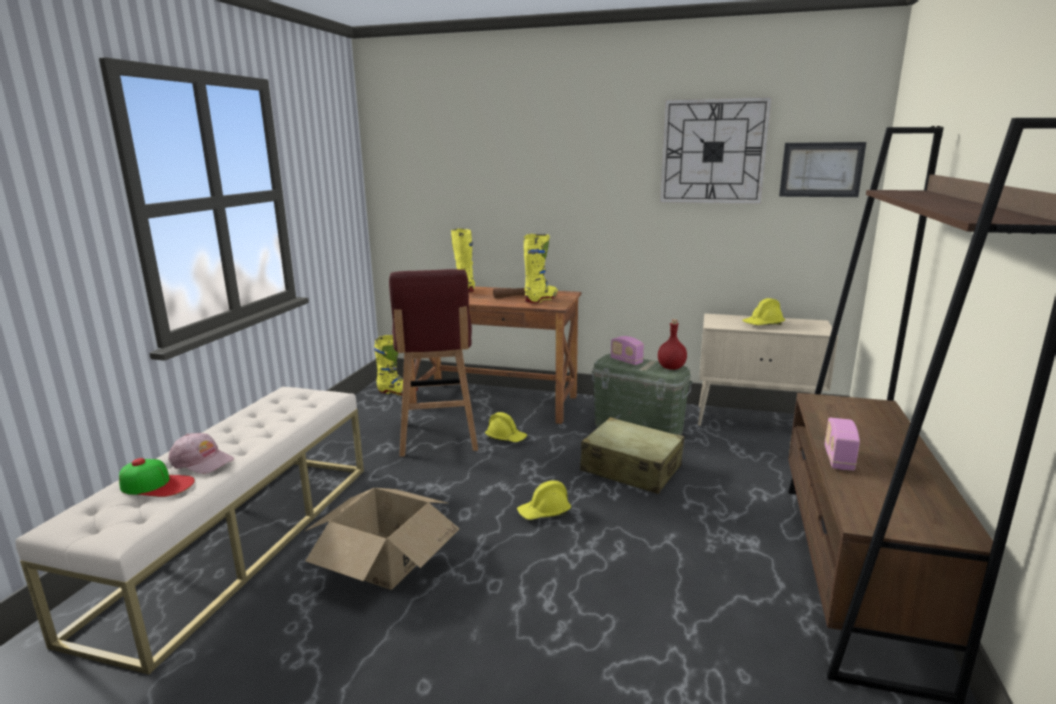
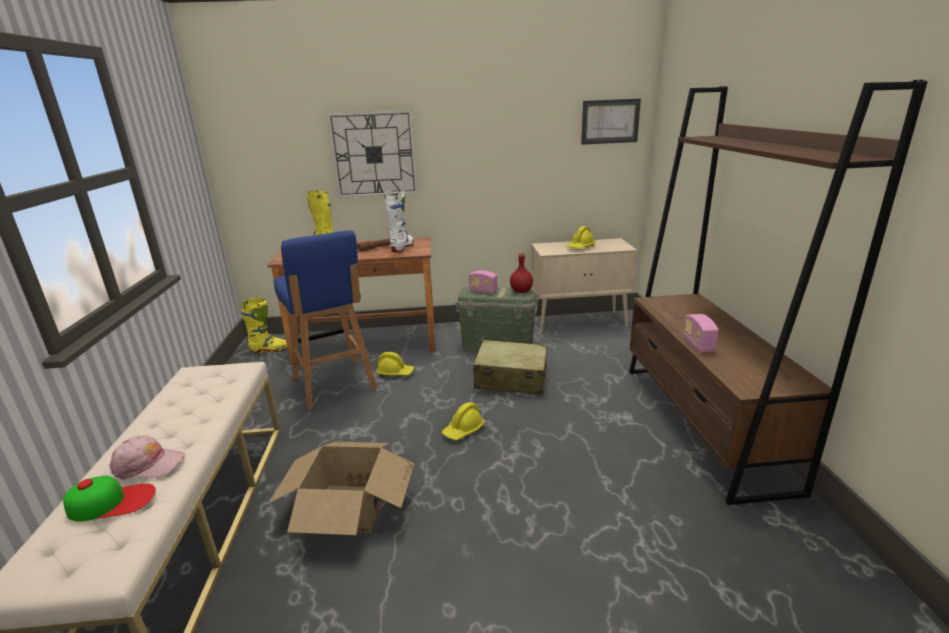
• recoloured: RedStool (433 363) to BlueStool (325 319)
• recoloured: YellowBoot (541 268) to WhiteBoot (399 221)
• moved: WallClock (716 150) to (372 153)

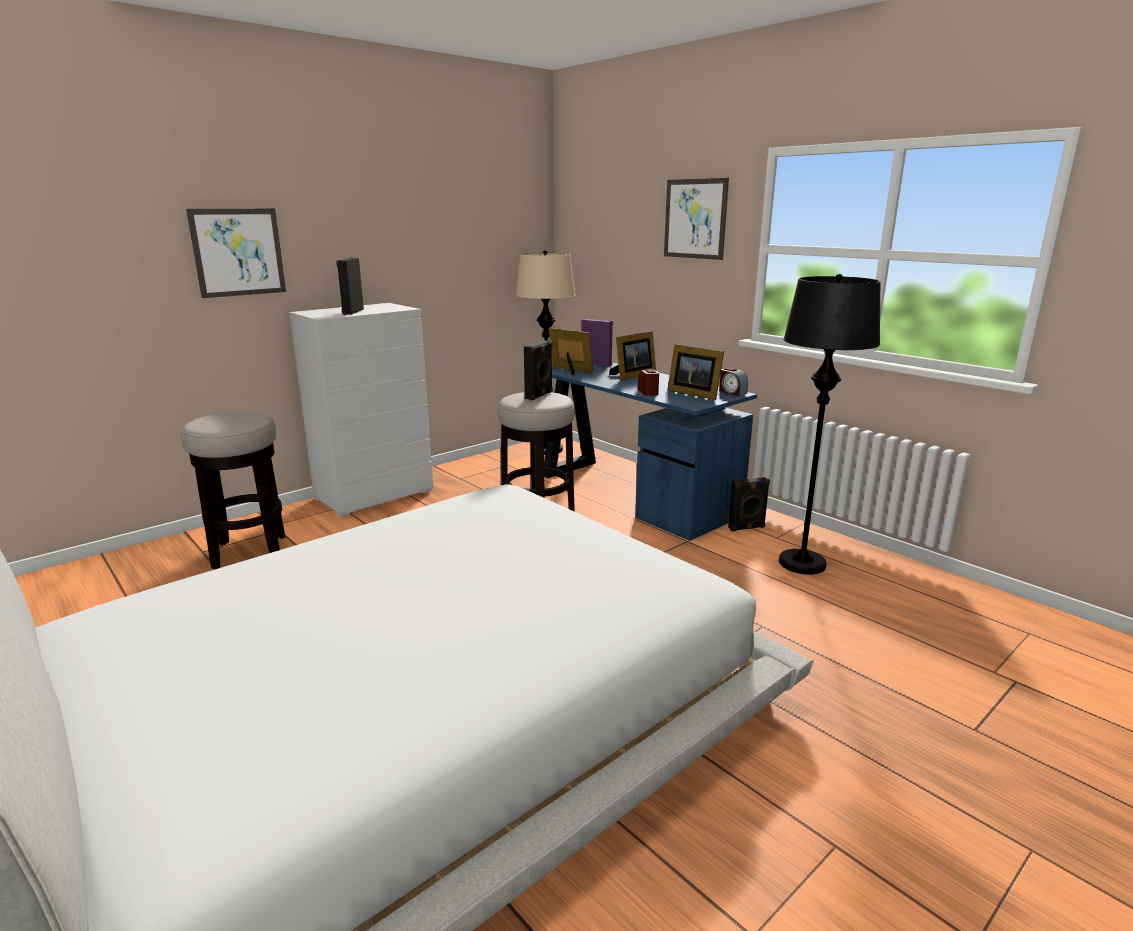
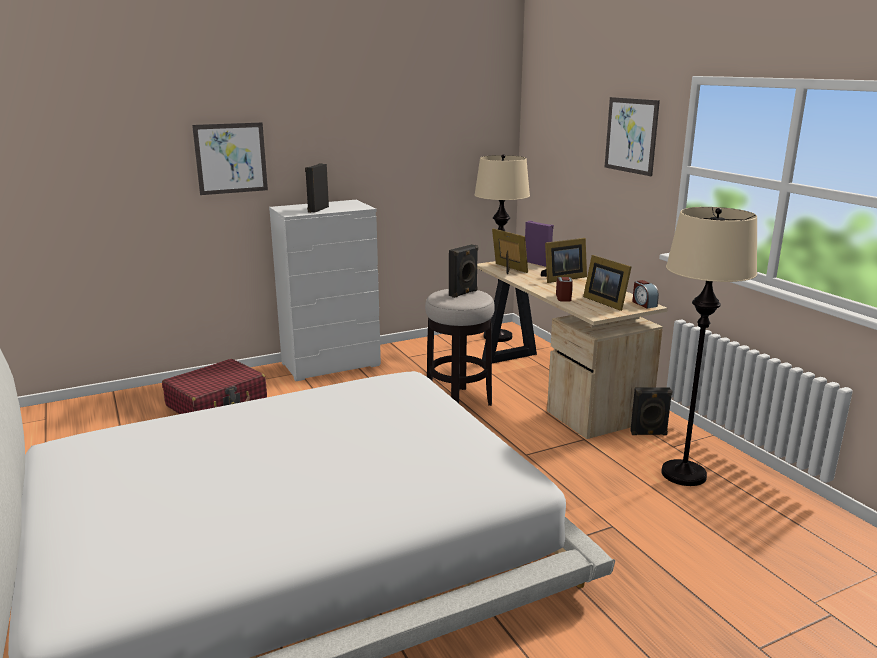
• replaced: Stool (233 491) to RedSuitcase (214 386)
• recoloured: BlueDesk (650 451) to BeigeDesk (572 350)
• recoloured: BlackFloorLamp (829 424) to BeigeFloorLamp (709 346)

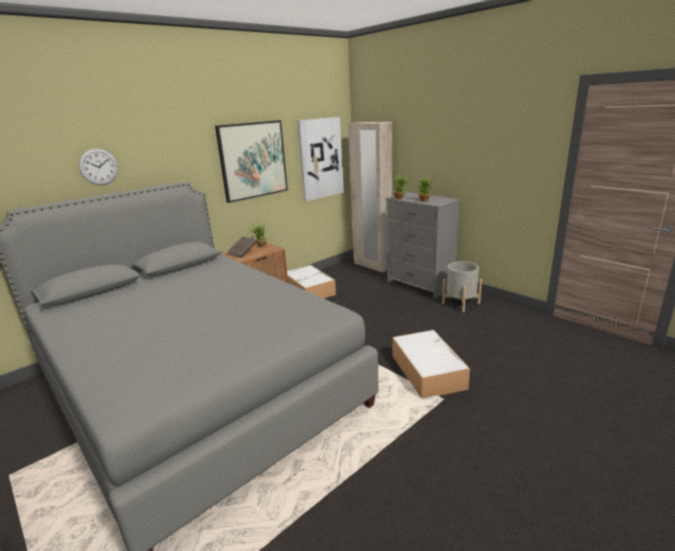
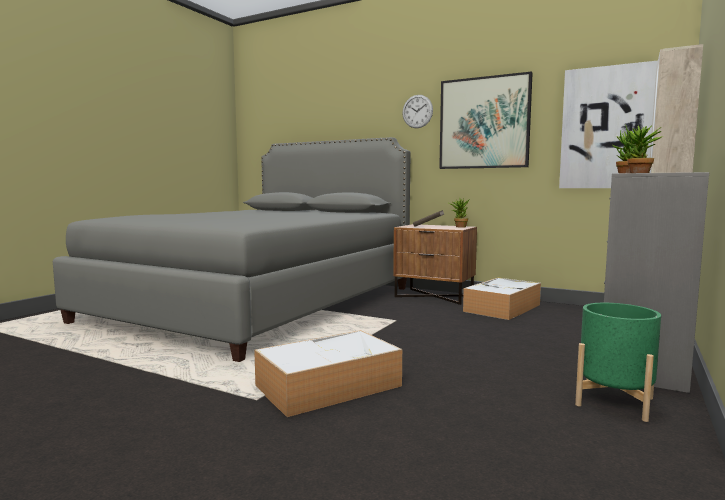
• moved: WallClock (98 167) to (417 111)
• recoloured: GreyPlanter (462 286) to GreenPlanter (618 362)

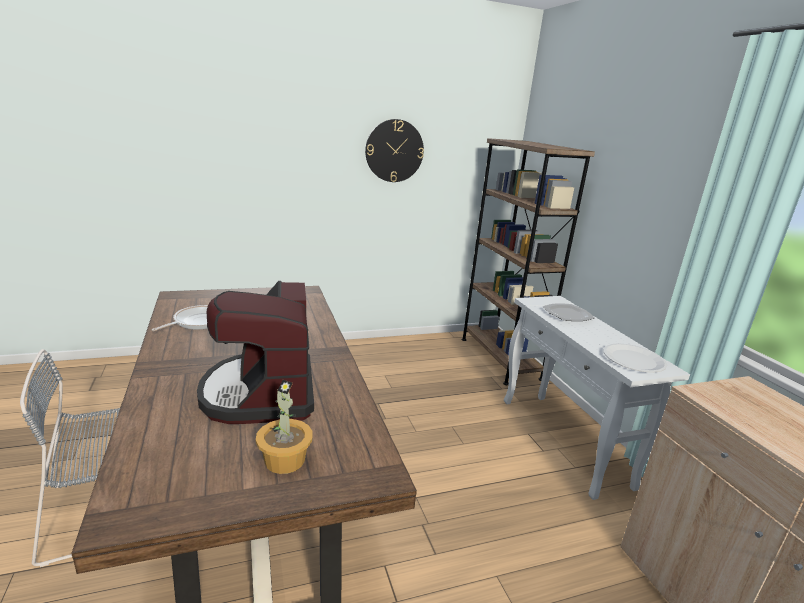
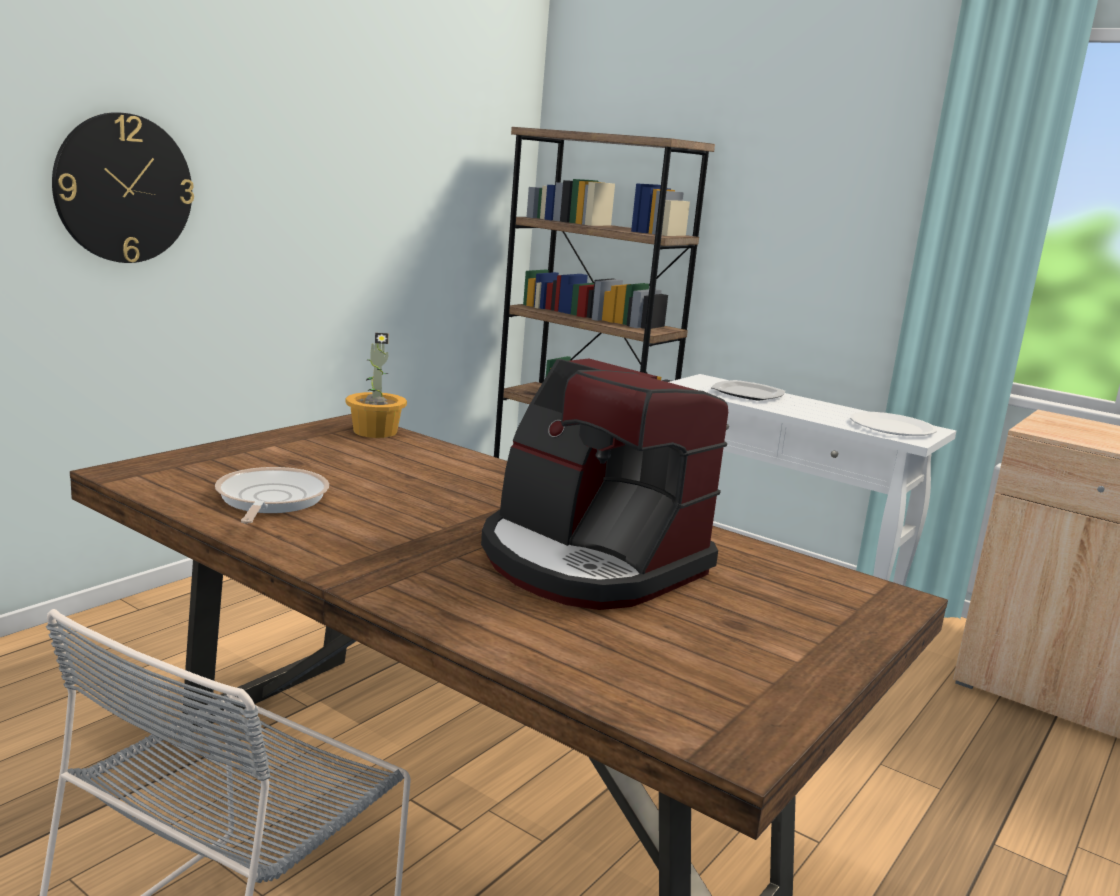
• moved: PottedPlant (284 427) to (376 385)
• moved: WallClock (394 150) to (123 187)

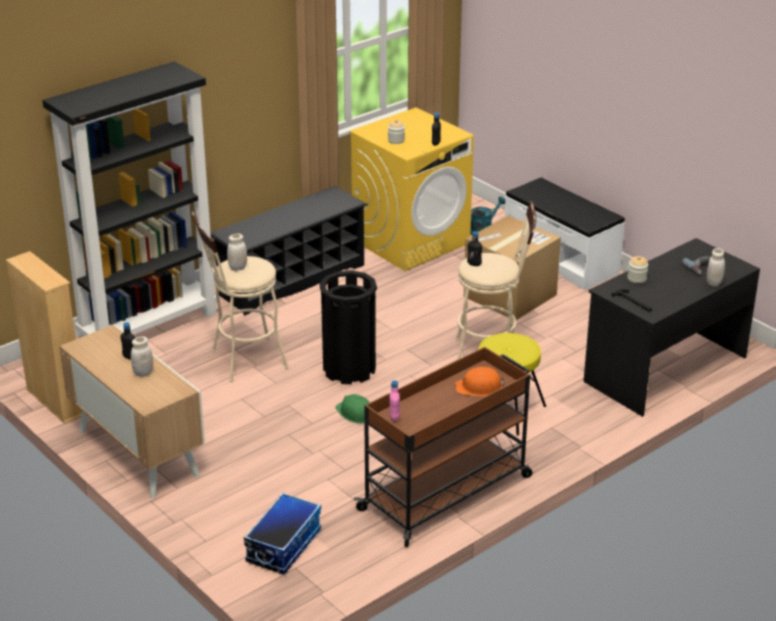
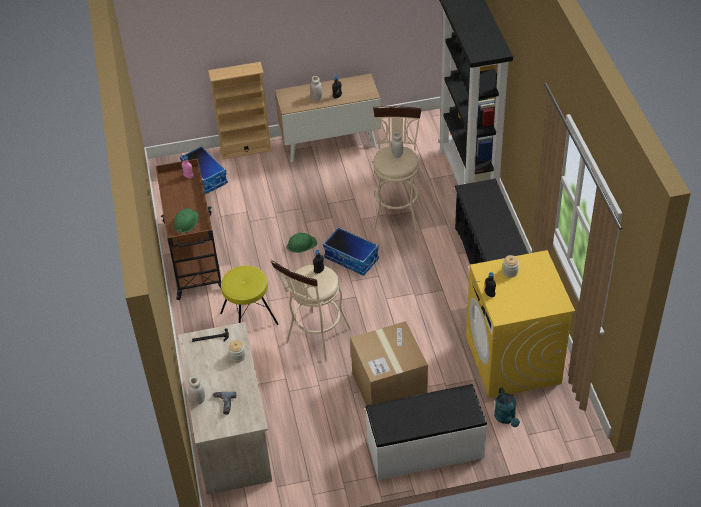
• moved: BeigeBookcase (44 337) to (240 111)
• replaced: BlackTrashCan (348 327) to StorageBox (351 251)
• recoloured: OrangeHardHat (480 381) to GreenHardHat (186 220)
• recoloured: BlackDesk (671 327) to BeigeDesk (225 408)

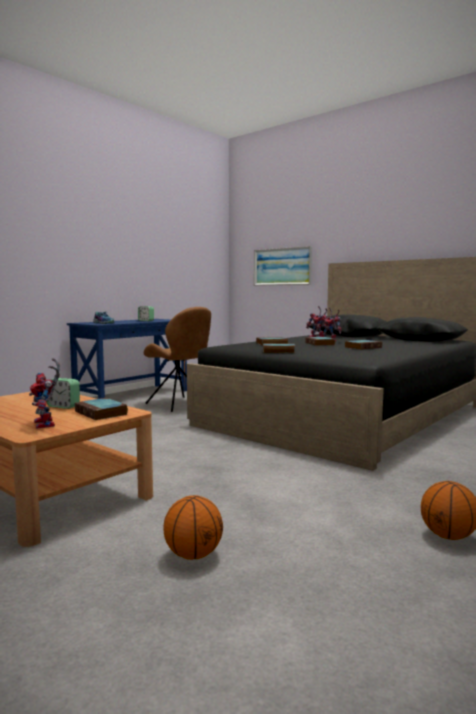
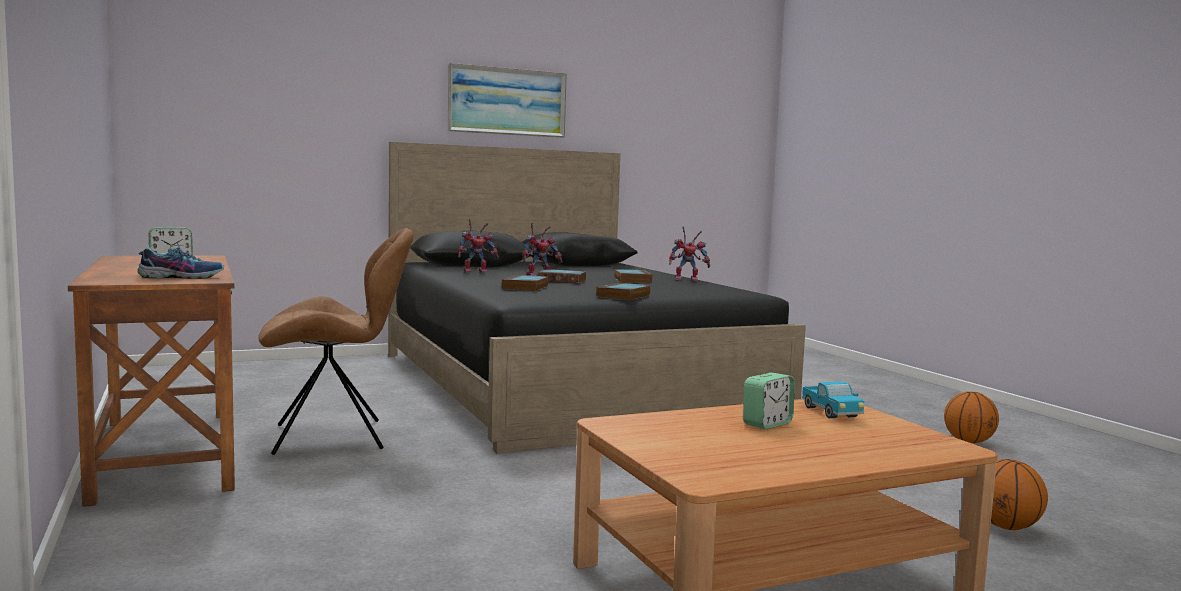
• moved: ToyRobot (44 393) to (689 253)
• recoloured: BlueDesk (127 359) to BrownDesk (151 381)
• replaced: Book (101 409) to ToyTruck (833 399)
• moved: Picture (283 266) to (507 100)

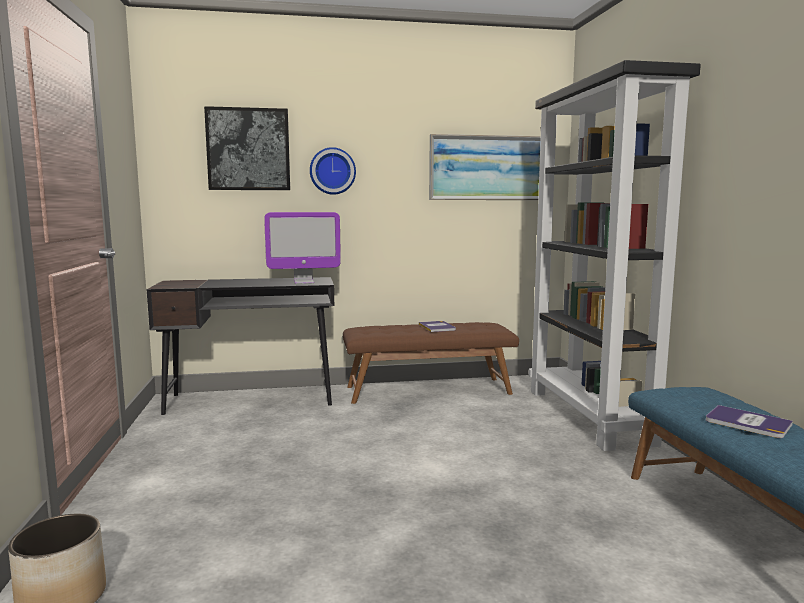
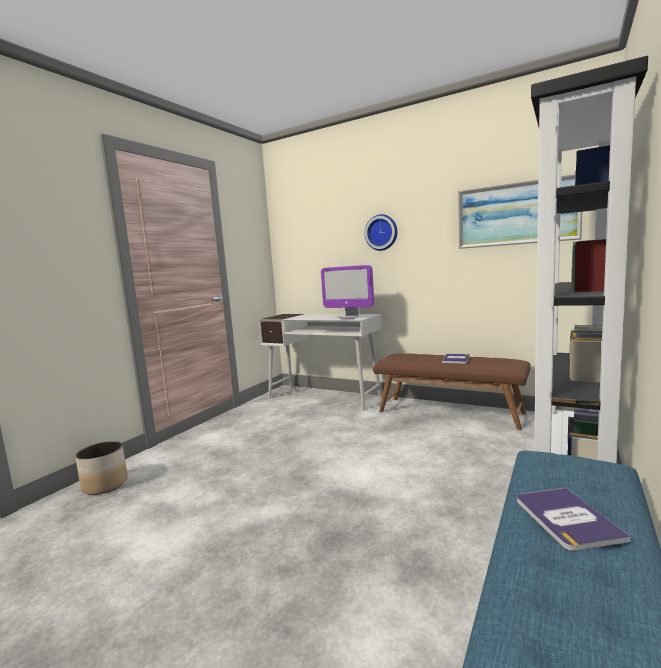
• recoloured: BlackDesk (240 346) to WhiteDesk (320 362)
• removed: Picture (247 148)

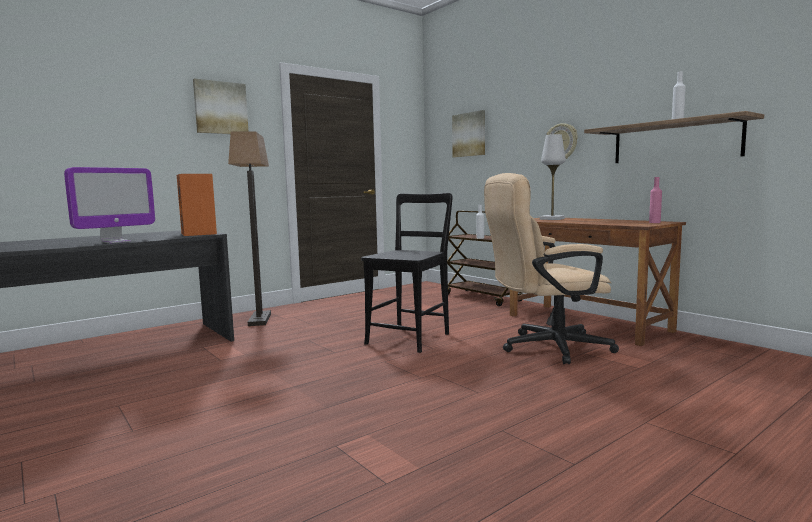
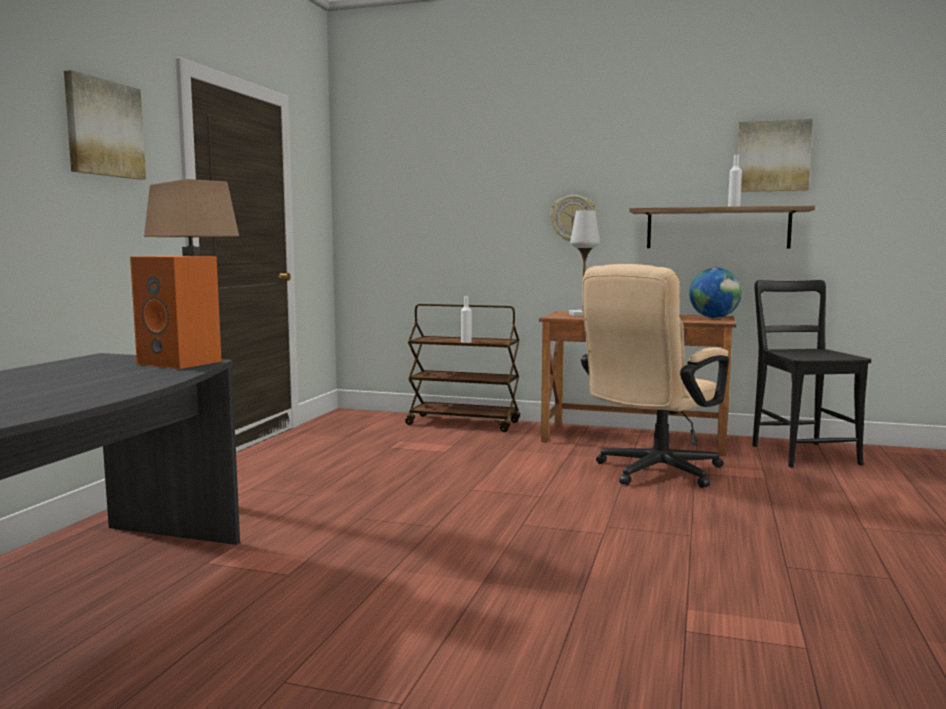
• removed: Monitor (109 205)
• moved: BlackChair (407 273) to (811 374)
• moved: Picture (468 133) to (775 155)
• replaced: PinkBottle (655 200) to Globe (715 293)

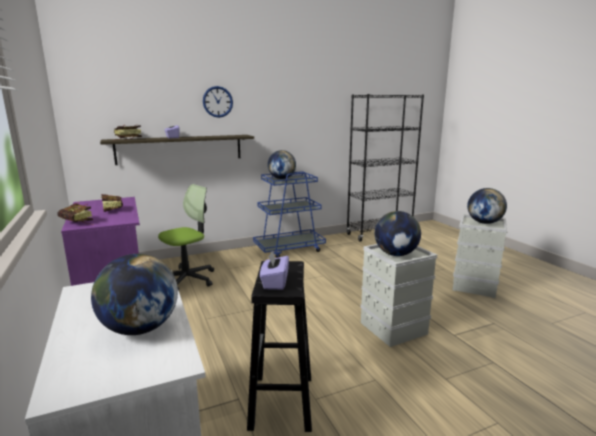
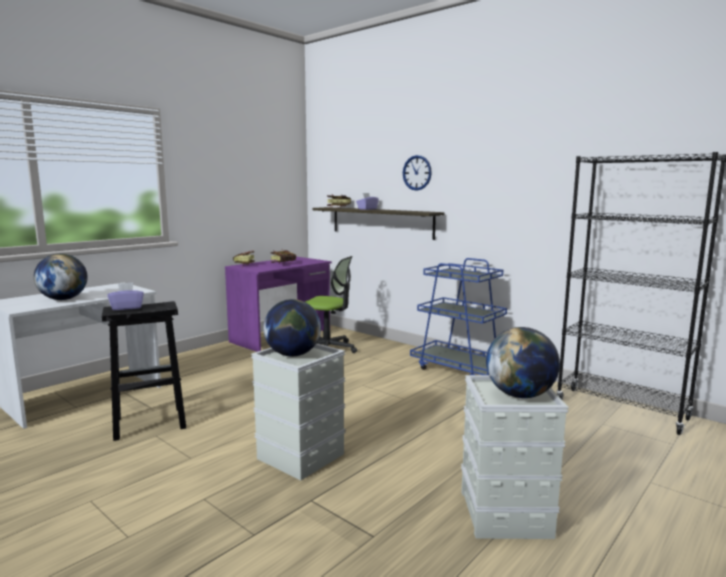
• removed: Globe (282 164)

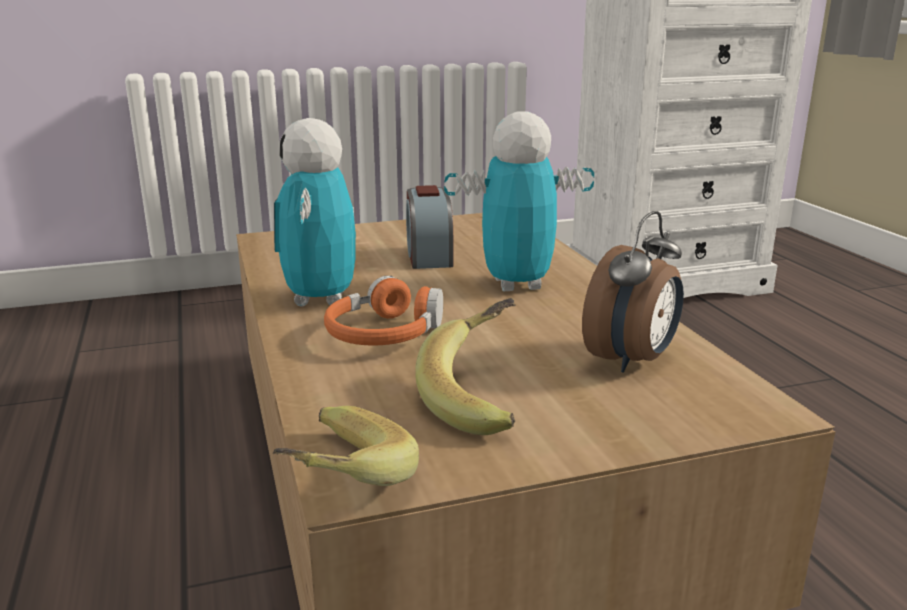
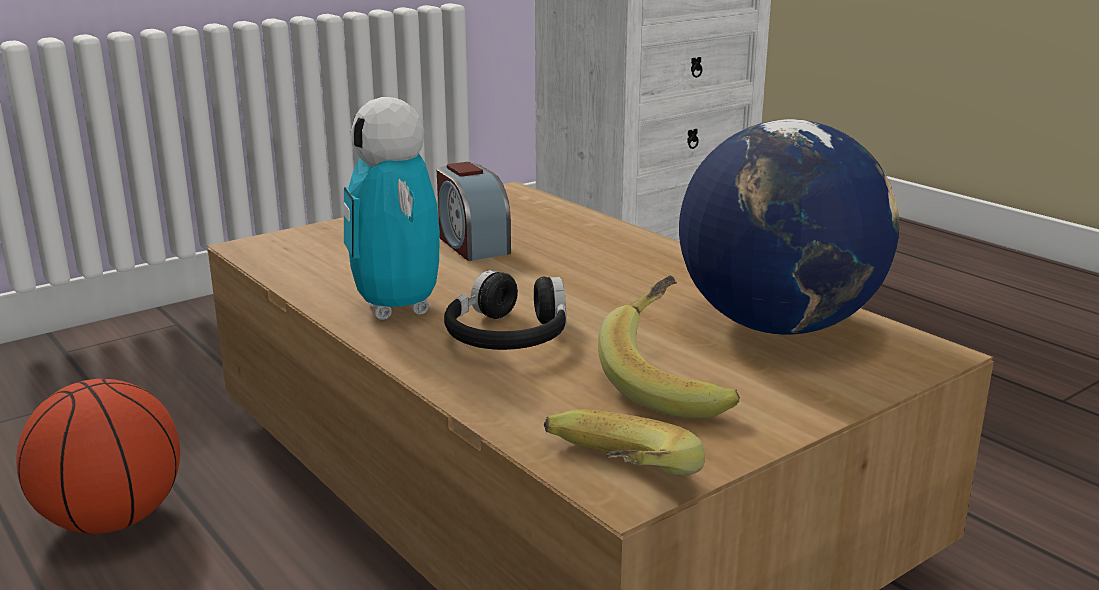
• recoloured: OrangeHeadphones (383 310) to BlackHeadphones (505 310)
• removed: ToyRobot (519 201)
• replaced: AlarmClock (633 292) to Globe (789 227)
• added: Basketball (98 456)

